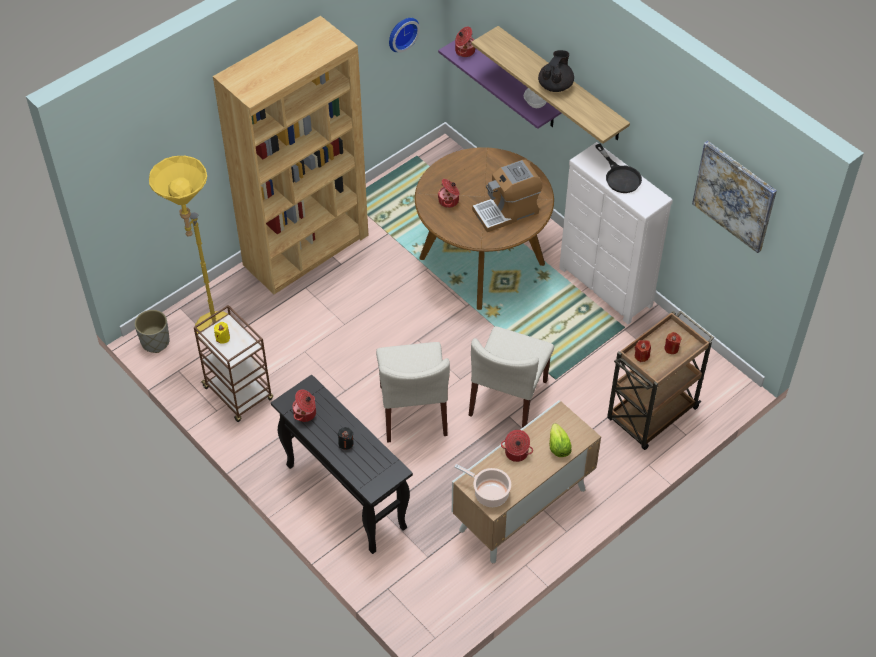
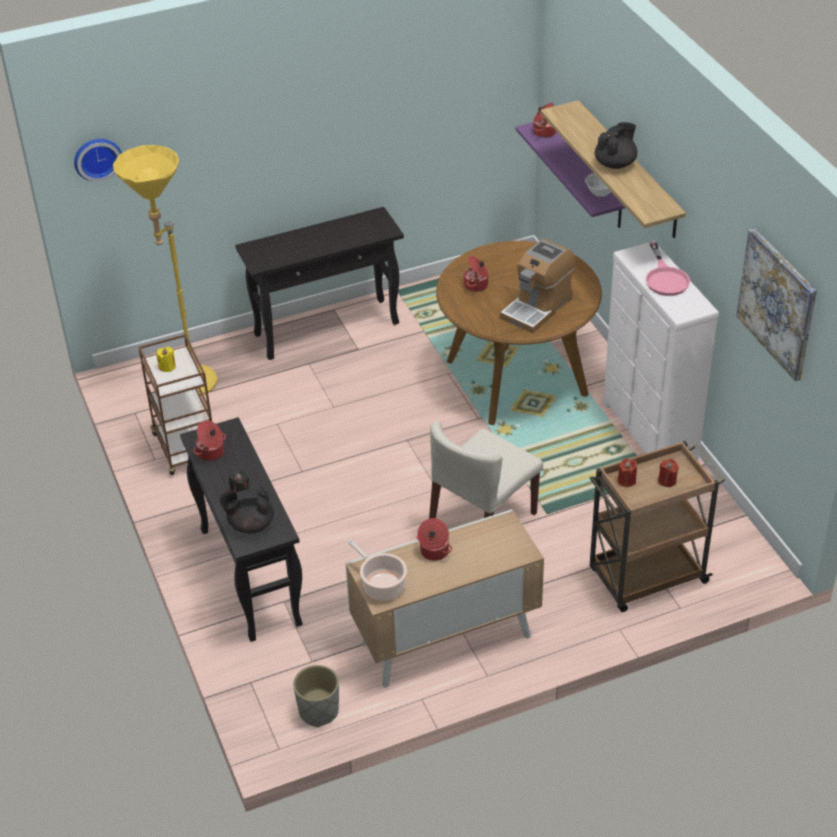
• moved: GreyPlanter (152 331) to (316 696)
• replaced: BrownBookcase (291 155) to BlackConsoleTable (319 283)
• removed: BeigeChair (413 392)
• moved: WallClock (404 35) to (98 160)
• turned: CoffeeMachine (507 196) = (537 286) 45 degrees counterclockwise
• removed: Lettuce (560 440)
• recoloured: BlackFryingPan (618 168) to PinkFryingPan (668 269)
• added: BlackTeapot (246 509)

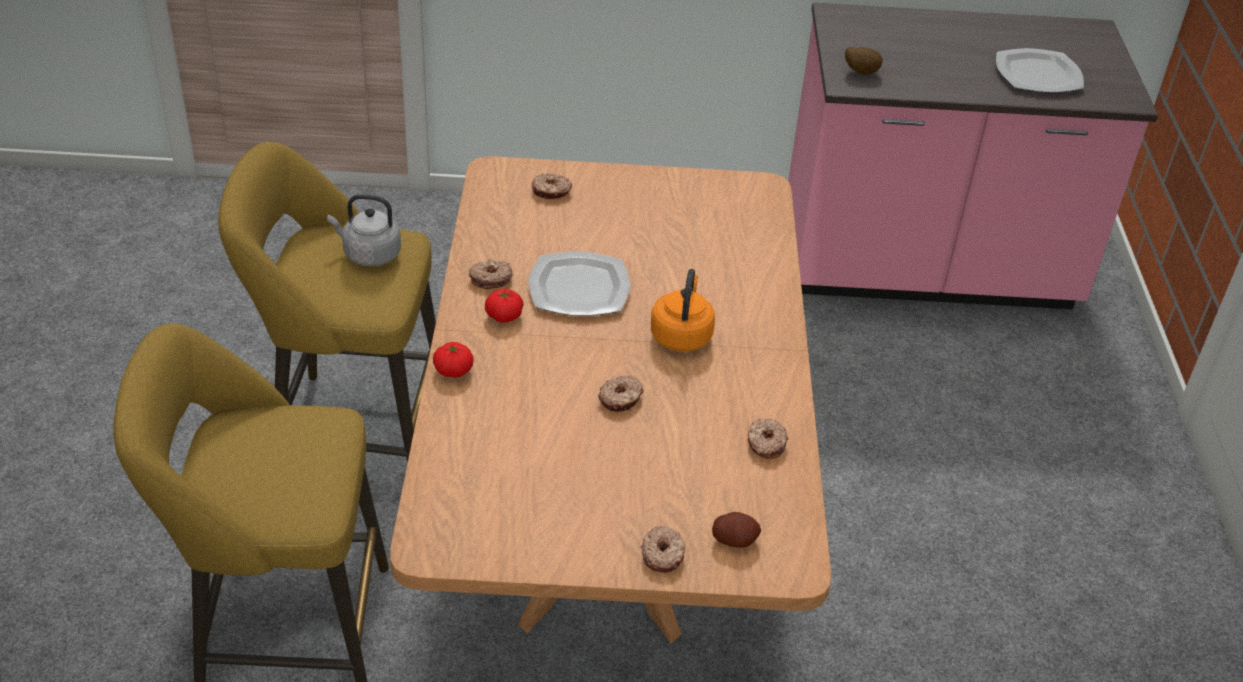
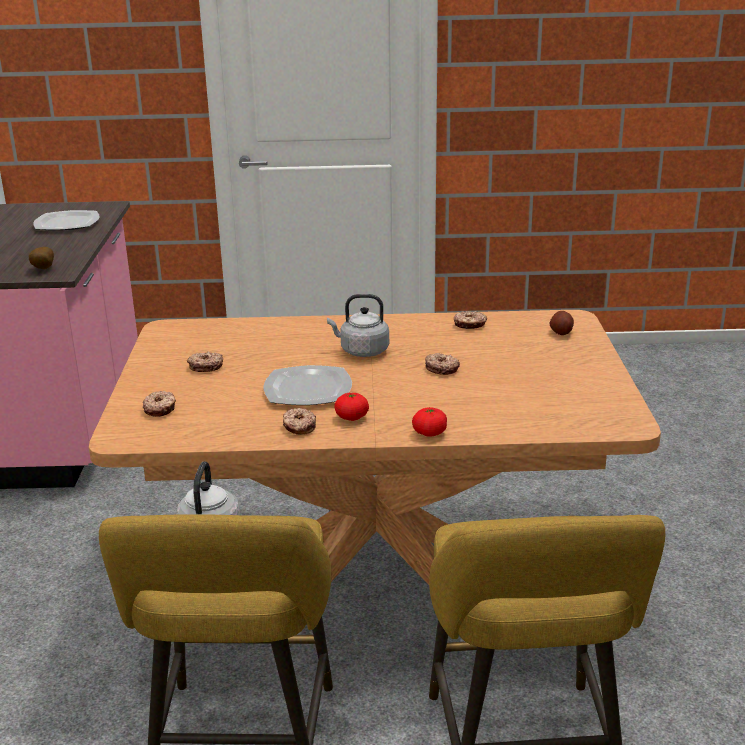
• moved: Donut (663 549) to (205 361)
• recoloured: OrangeKettle (683 310) to GreyKettle (358 325)

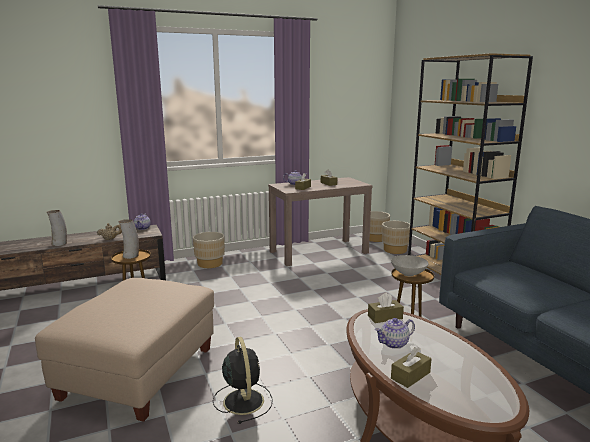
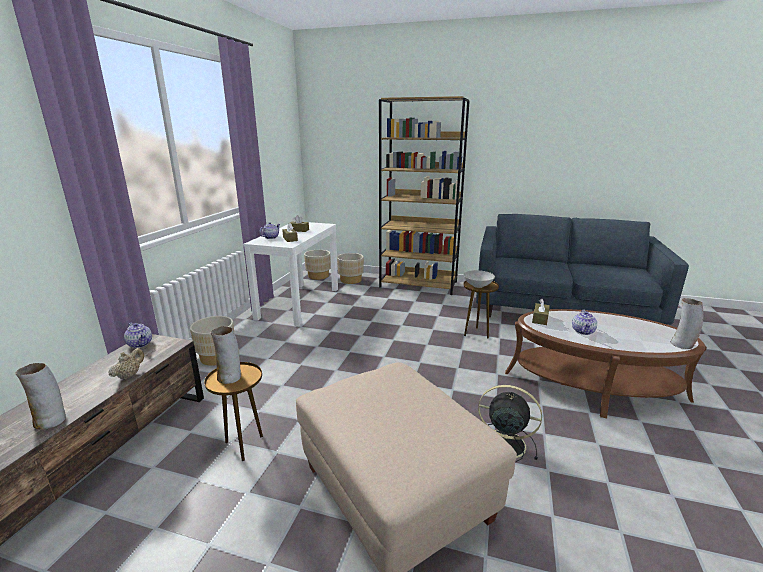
• recoloured: BrownConsoleTable (320 221) to WhiteConsoleTable (290 273)
• removed: BrownTissueBox (411 367)
• added: Vase (687 323)

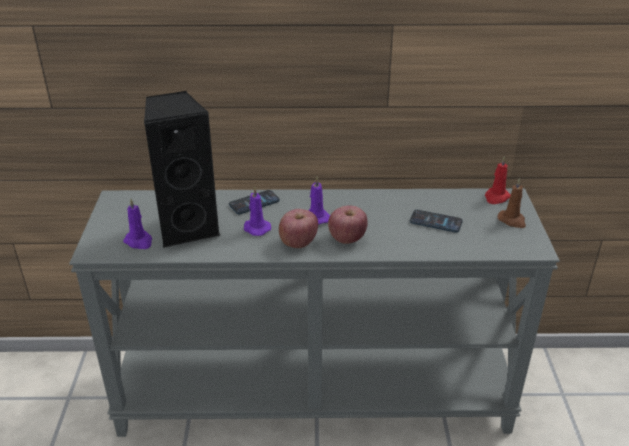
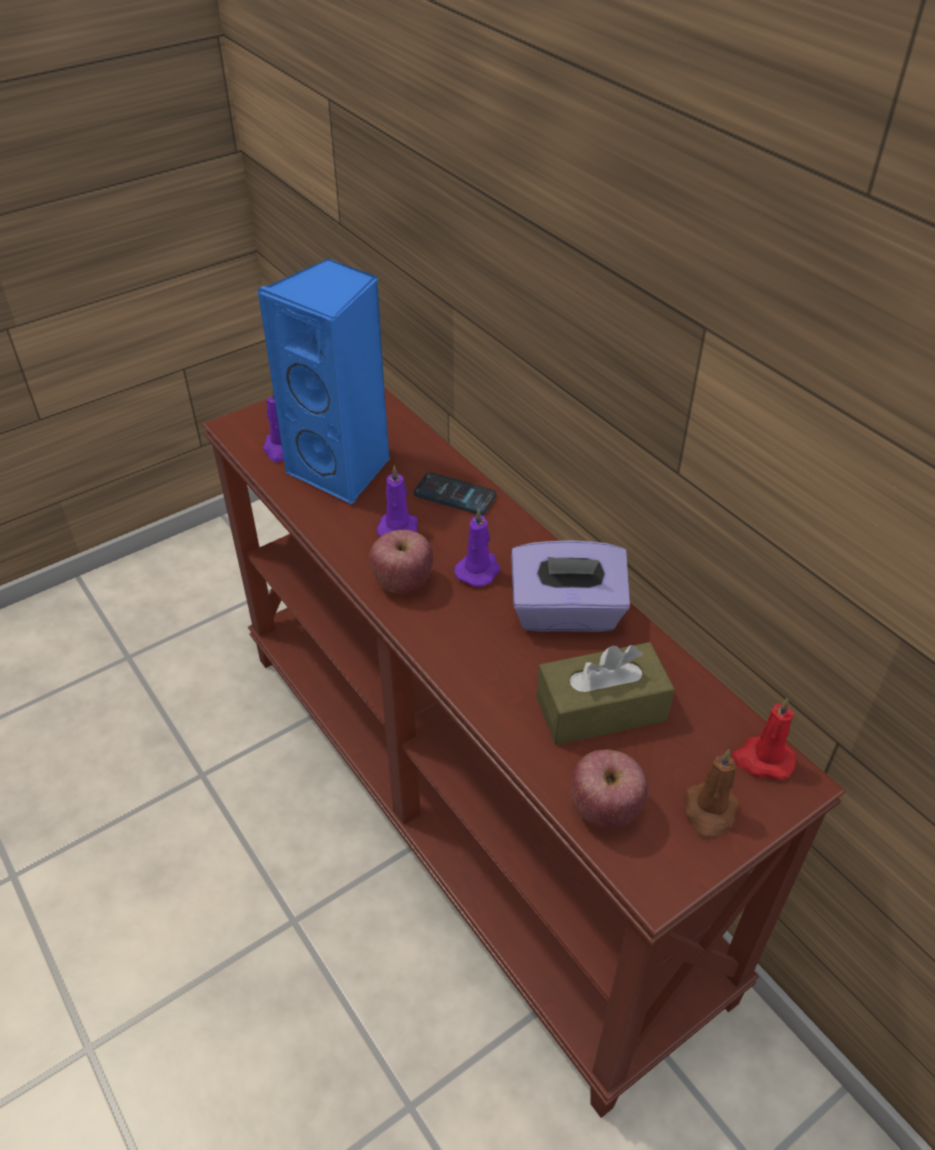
• recoloured: GreyConsoleTable (314 312) to BrownConsoleTable (523 752)
• recoloured: BlackSpeaker (182 169) to BlueSpeaker (323 381)
• moved: Apple (348 224) to (609 790)
• replaced: Phone (436 221) to BrownTissueBox (605 693)
• added: PurpleTissueBox (570 586)

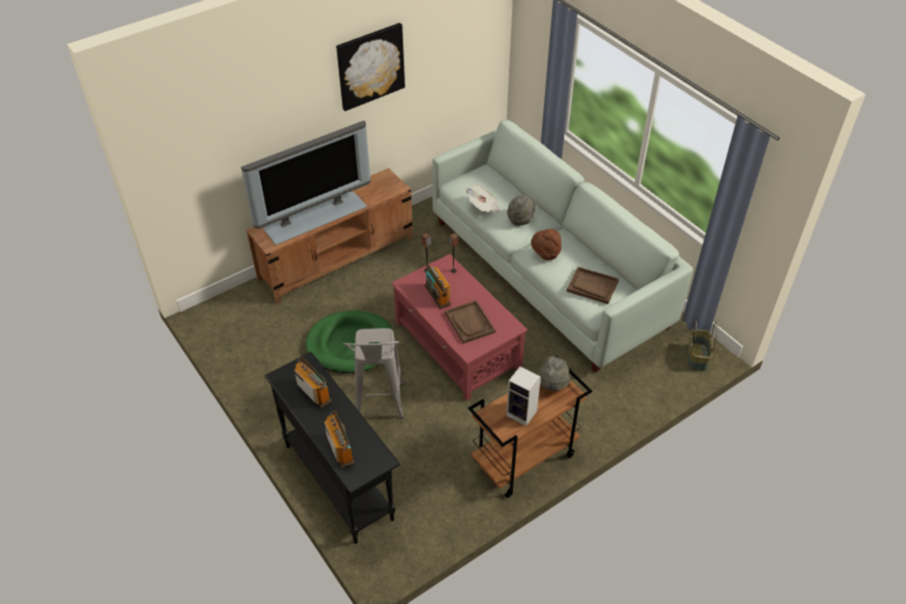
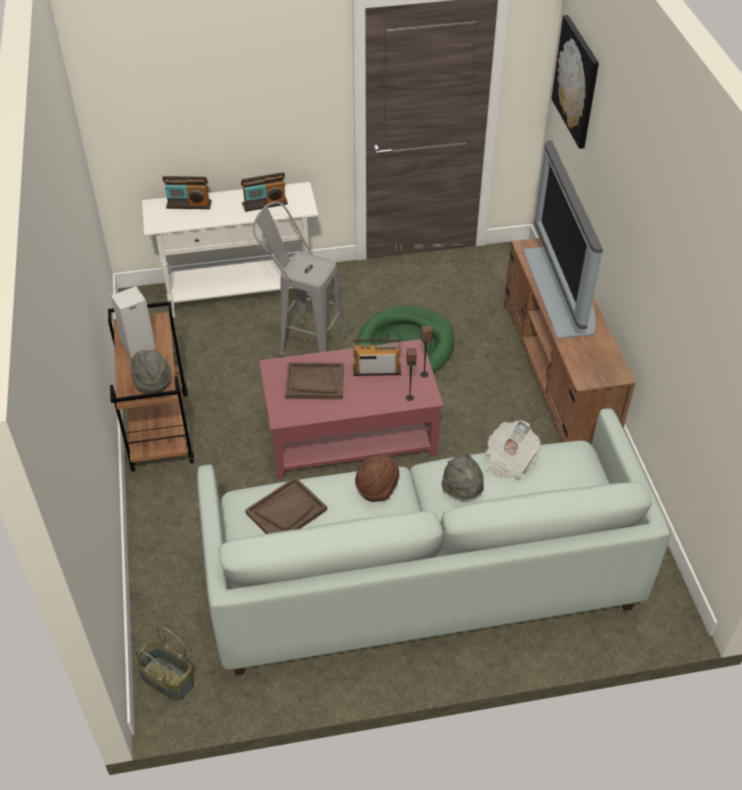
• recoloured: BlackConsoleTable (332 448) to WhiteConsoleTable (230 250)
• moved: Picture (370 67) to (575 82)

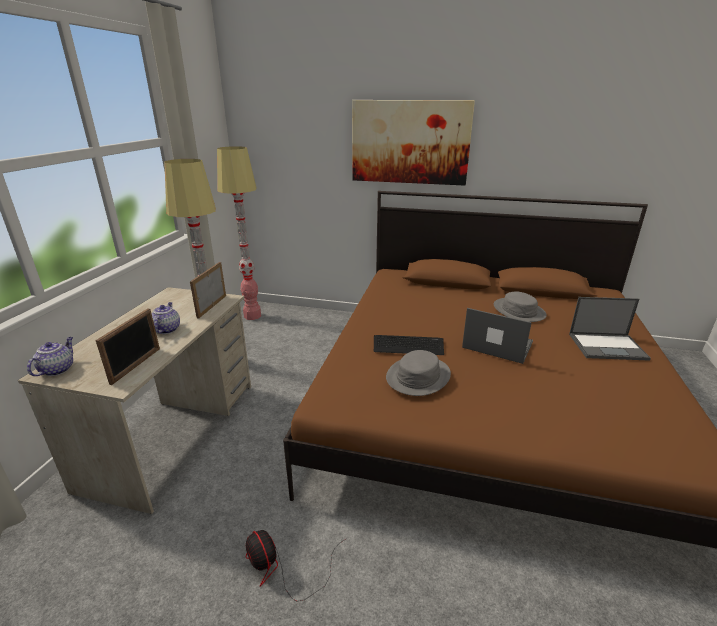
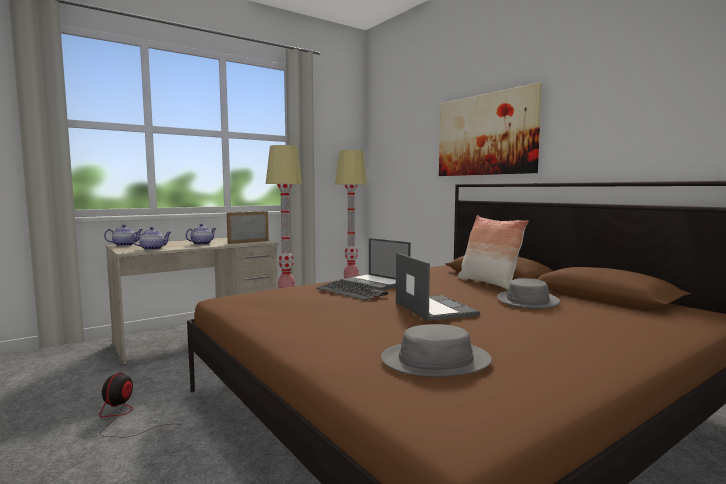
• replaced: PictureFrame (127 346) to Teapot (151 238)
• moved: GreyHat (418 373) to (436 350)
• moved: Laptop (610 329) to (375 264)
• added: Pillow (493 252)

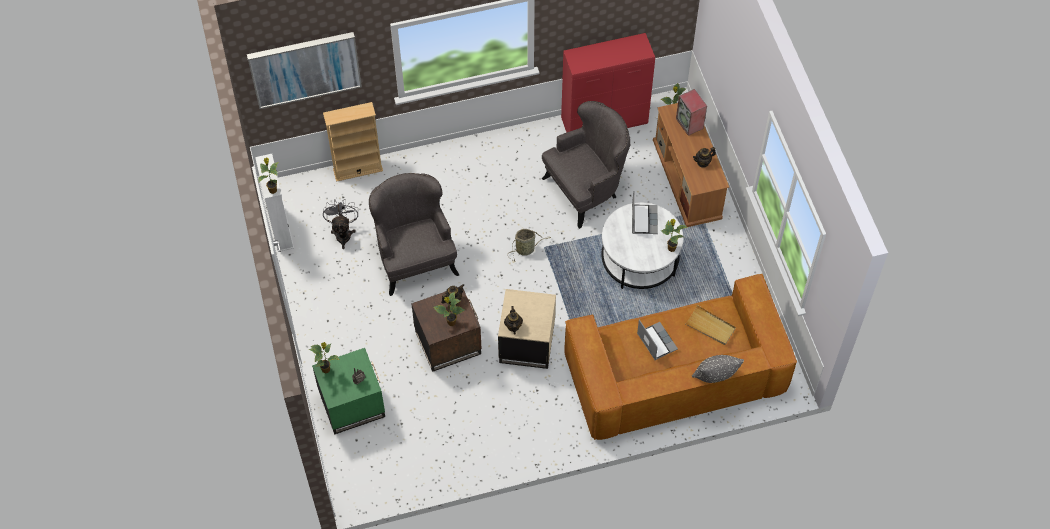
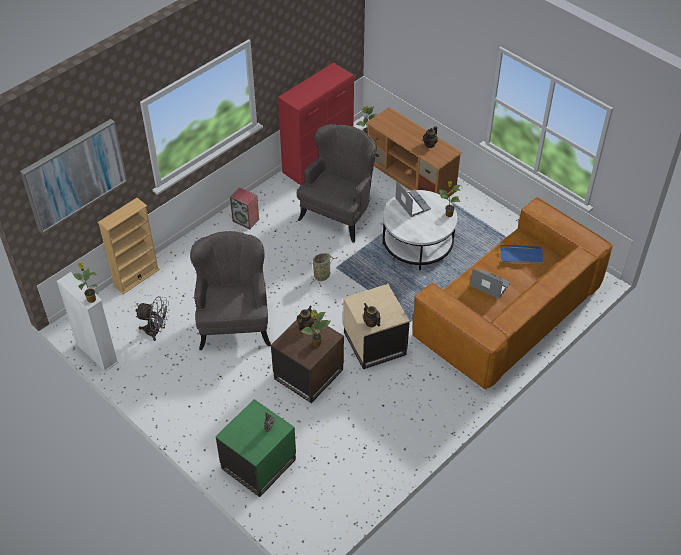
• removed: PottedPlant (324 358)
• turned: GreyFan (340 224) = (152 318) 135 degrees clockwise
• turned: GreyArmchair (414 234) = (230 290) 45 degrees clockwise
• moved: Speaker (691 112) to (244 208)
• recoloured: BeigeTray (710 325) to BlueTray (522 254)
• removed: GreyPillow (718 369)

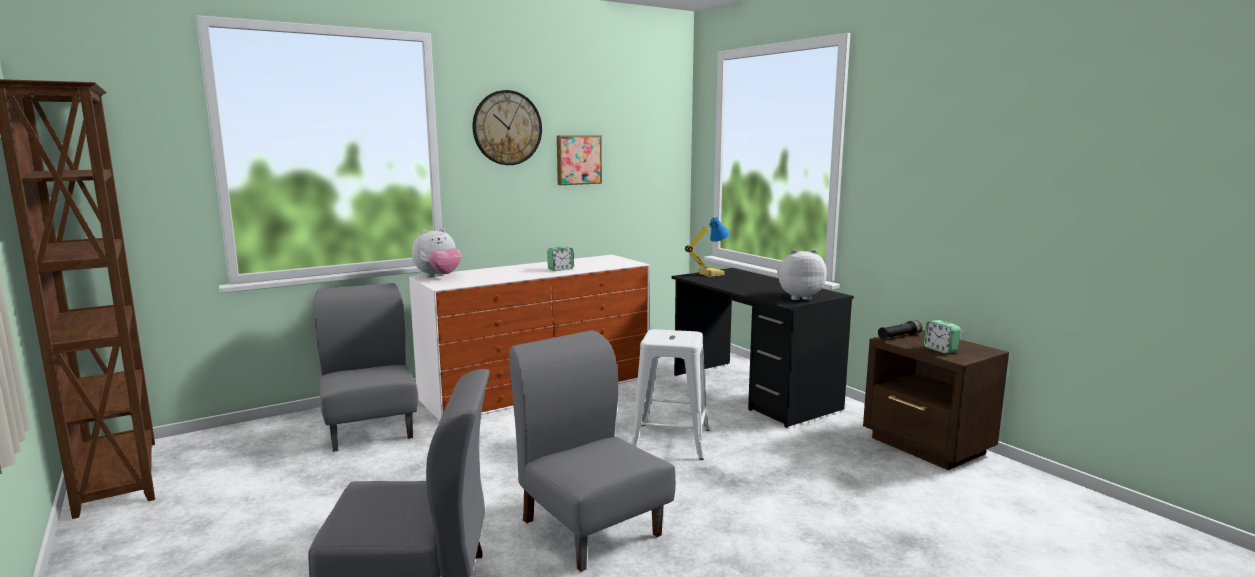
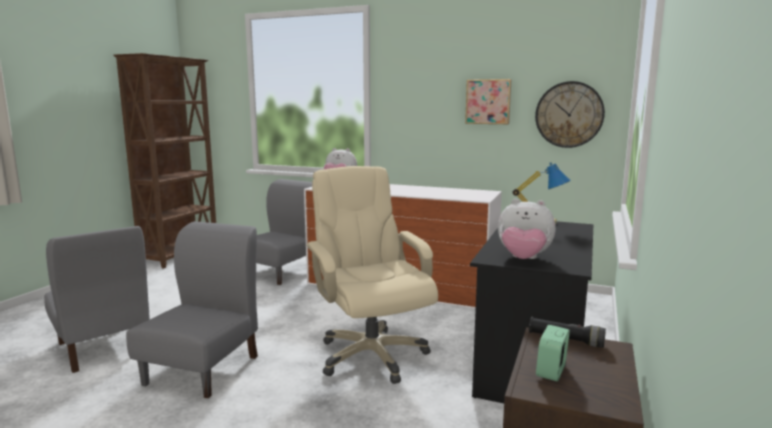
• moved: WallClock (507 127) to (570 114)
• removed: AlarmClock (560 258)
• replaced: WhiteStool (670 394) to BeigeOfficeChair (372 275)
• turned: PlushToy (802 274) = (527 229) 150 degrees clockwise

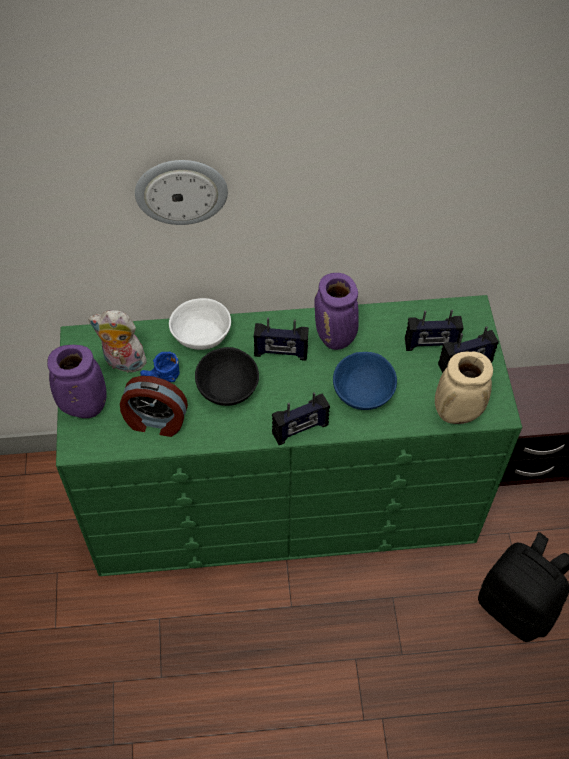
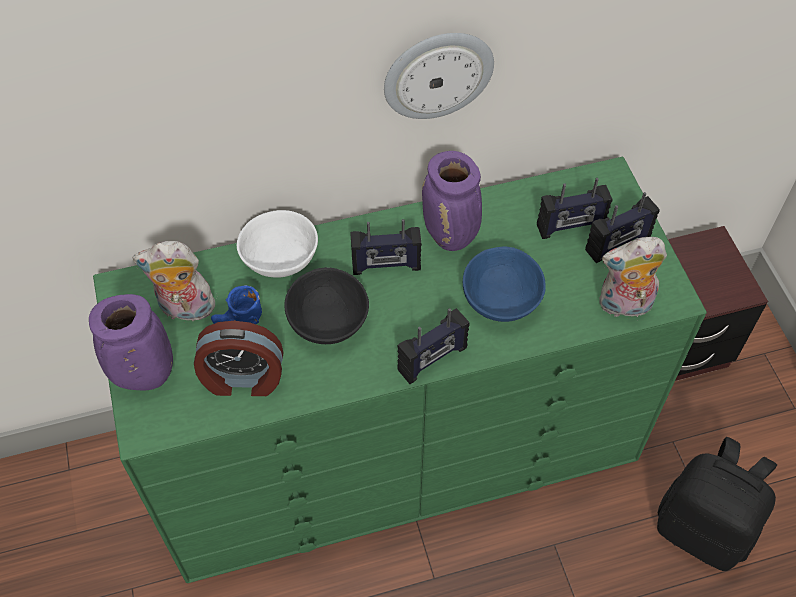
• moved: WallClock (181 192) to (439 76)
• replaced: BeigeVase (464 387) to PlushToy (633 279)

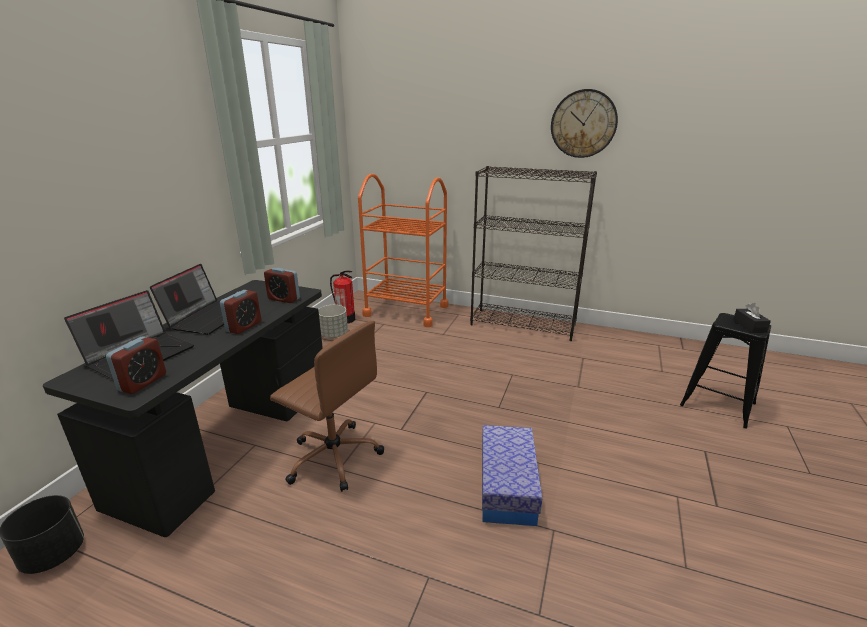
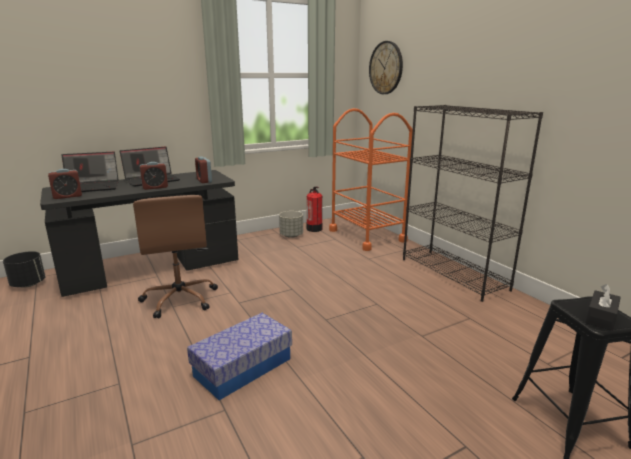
• moved: WallClock (584 123) to (386 67)

